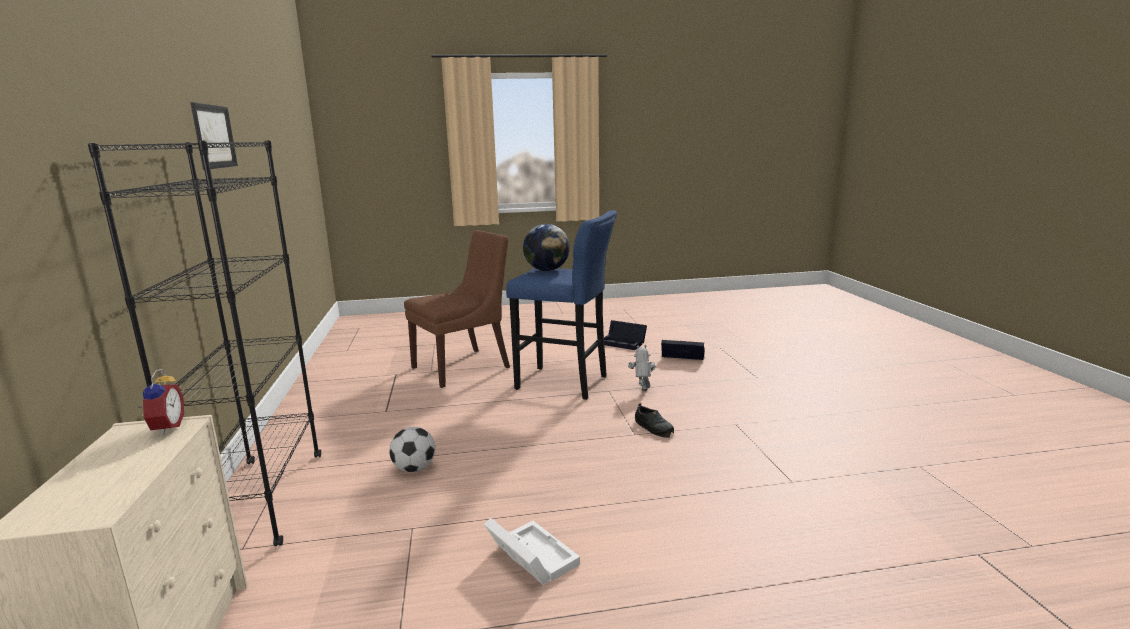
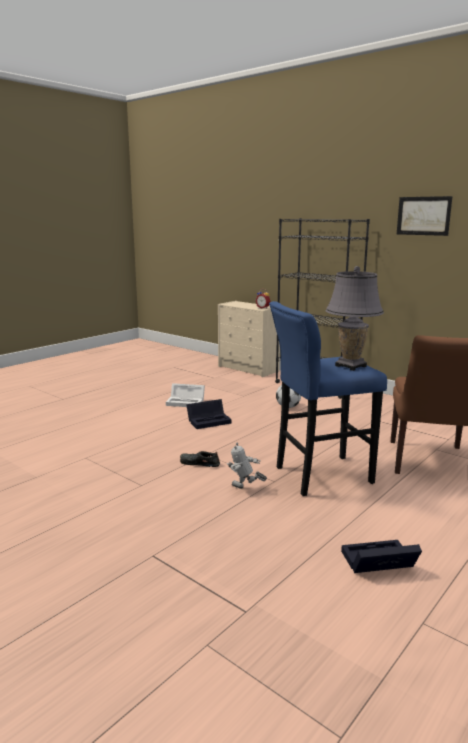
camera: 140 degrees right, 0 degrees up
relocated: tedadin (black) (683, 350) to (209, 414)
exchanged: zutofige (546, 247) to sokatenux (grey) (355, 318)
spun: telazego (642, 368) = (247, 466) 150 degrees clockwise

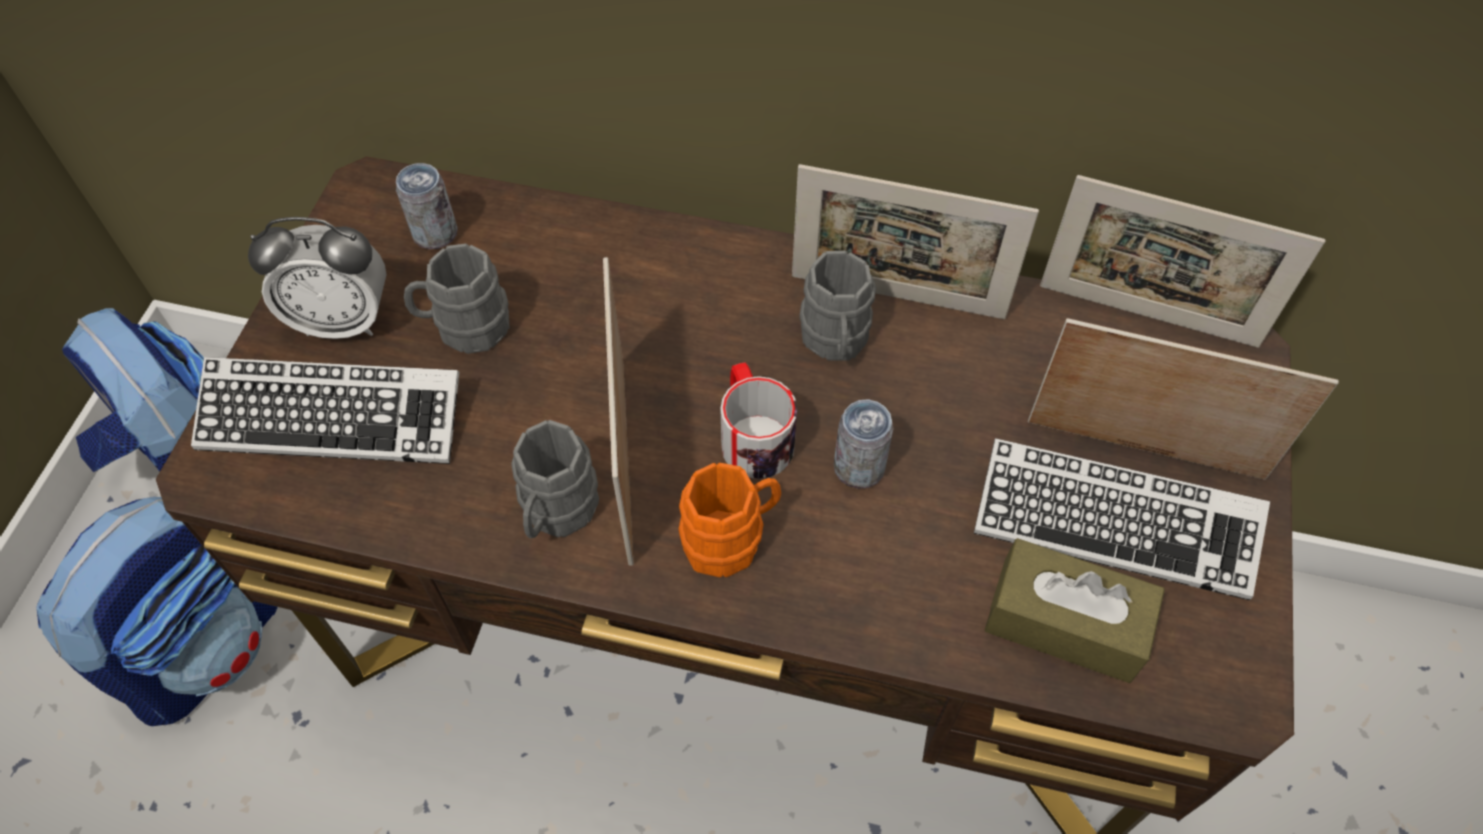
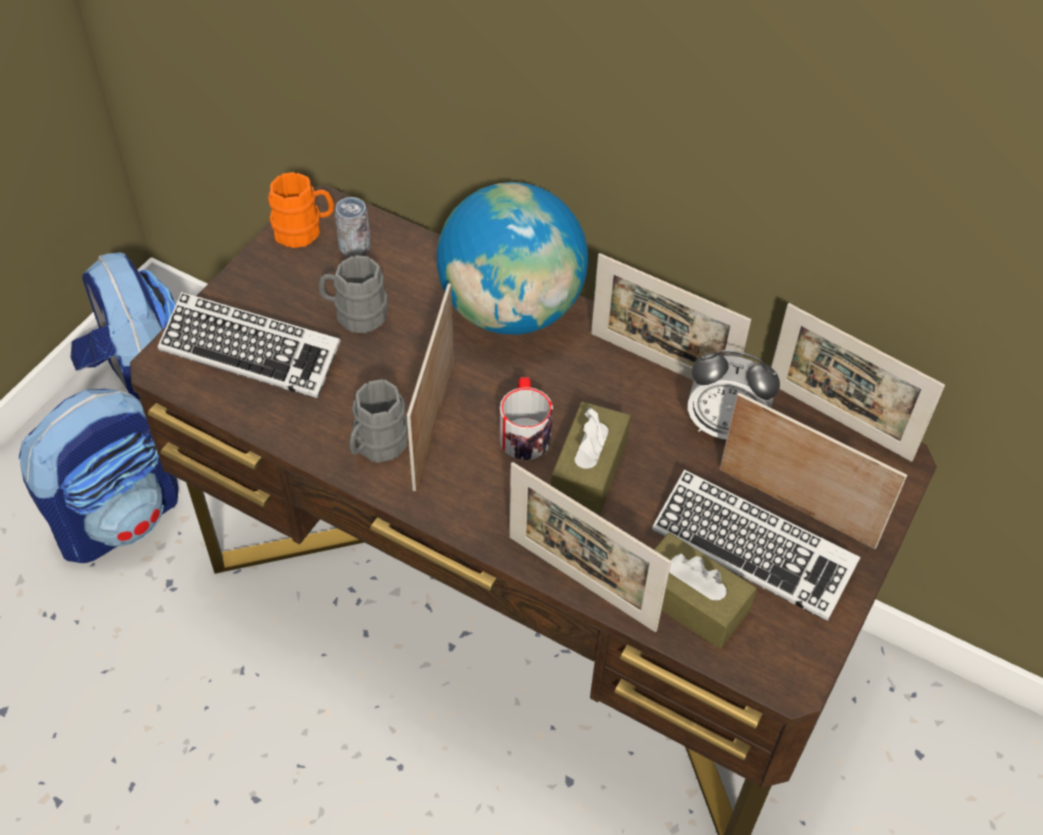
camera: 15 degrees right, 5 degrees down
missing: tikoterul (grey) (837, 306)
appeared: zutofige (512, 258); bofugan (590, 547)
relocated: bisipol (317, 278) to (734, 395); tikoterul (orange) (729, 520) to (301, 210)
exchanged: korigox (864, 444) to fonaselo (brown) (591, 458)

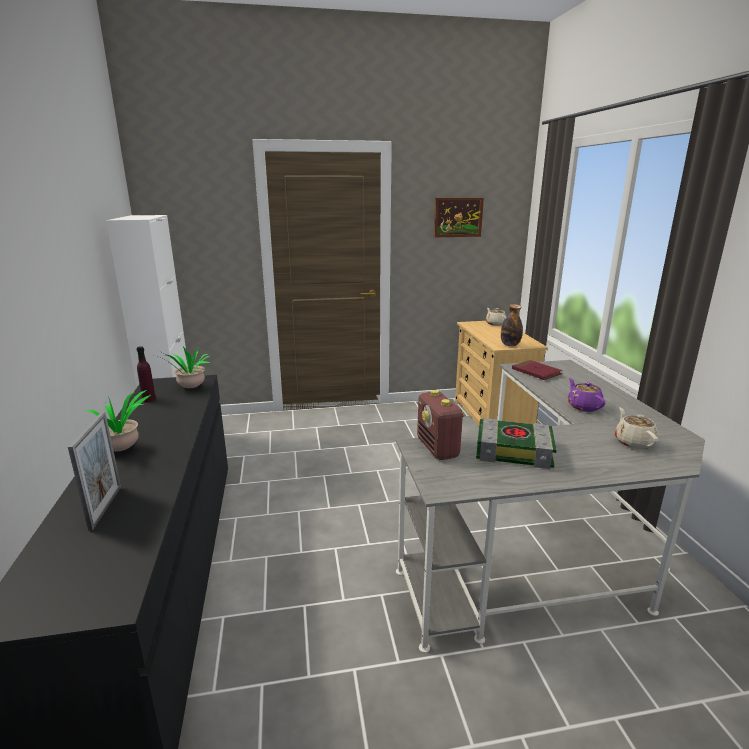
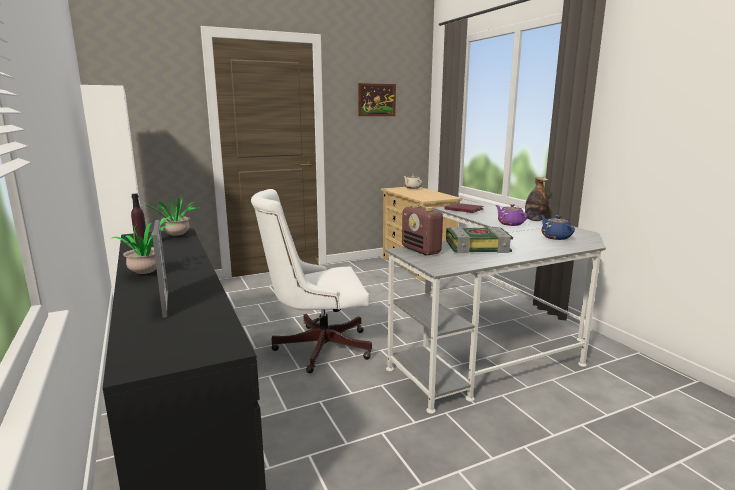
camera: 15 degrees left, 5 degrees down
appeared: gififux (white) (311, 281)
relocated: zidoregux (512, 325) to (537, 199)
colour: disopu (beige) (636, 428) to disopu (blue) (558, 227)

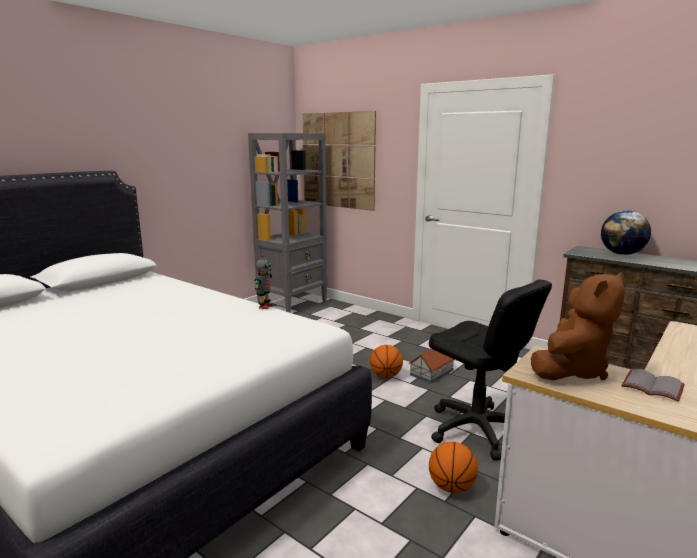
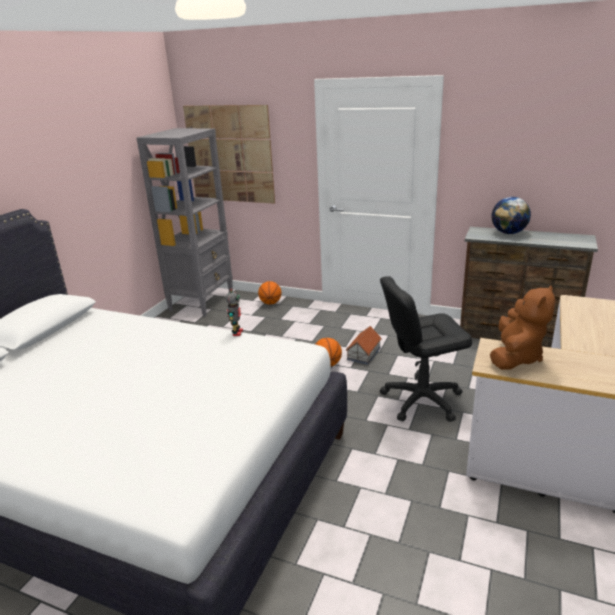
camera: 15 degrees left, 10 degrees up
missing: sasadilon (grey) (653, 385)
relocated: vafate (453, 467) to (270, 293)
spun: gififux (black) (490, 370) = (426, 349) 135 degrees clockwise

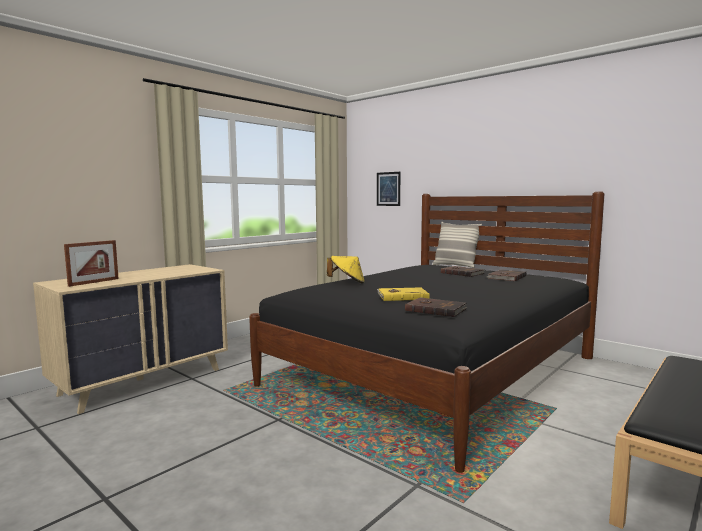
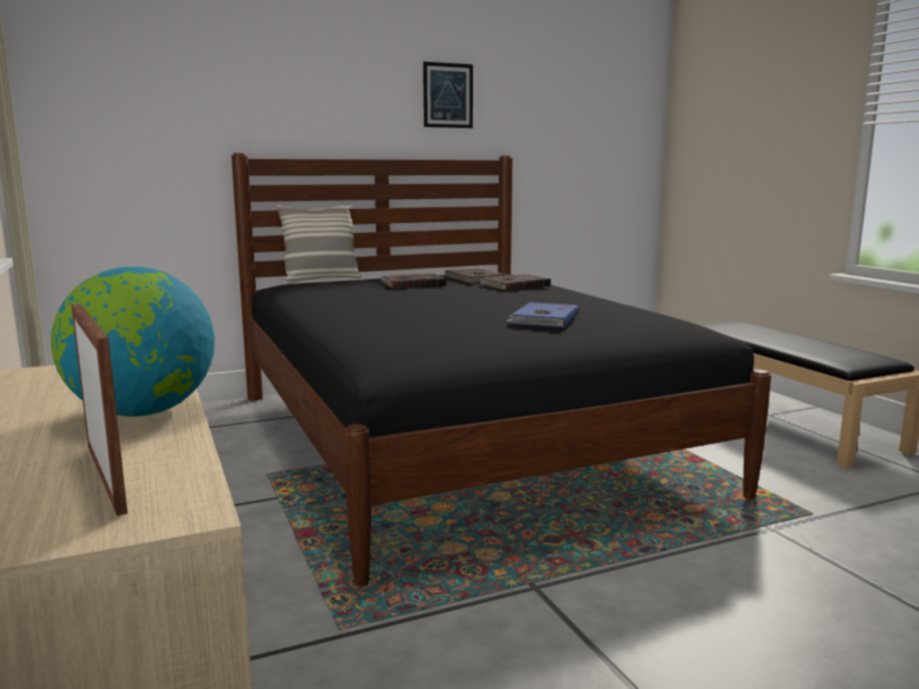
camera: 65 degrees left, 5 degrees up
missing: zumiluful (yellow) (346, 270)
appeared: zutofige (133, 342)
relocated: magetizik (388, 189) to (448, 95); sasadilon (brown) (436, 307) to (515, 282)
colour: sasadilon (yellow) (403, 294) to sasadilon (blue) (542, 315)

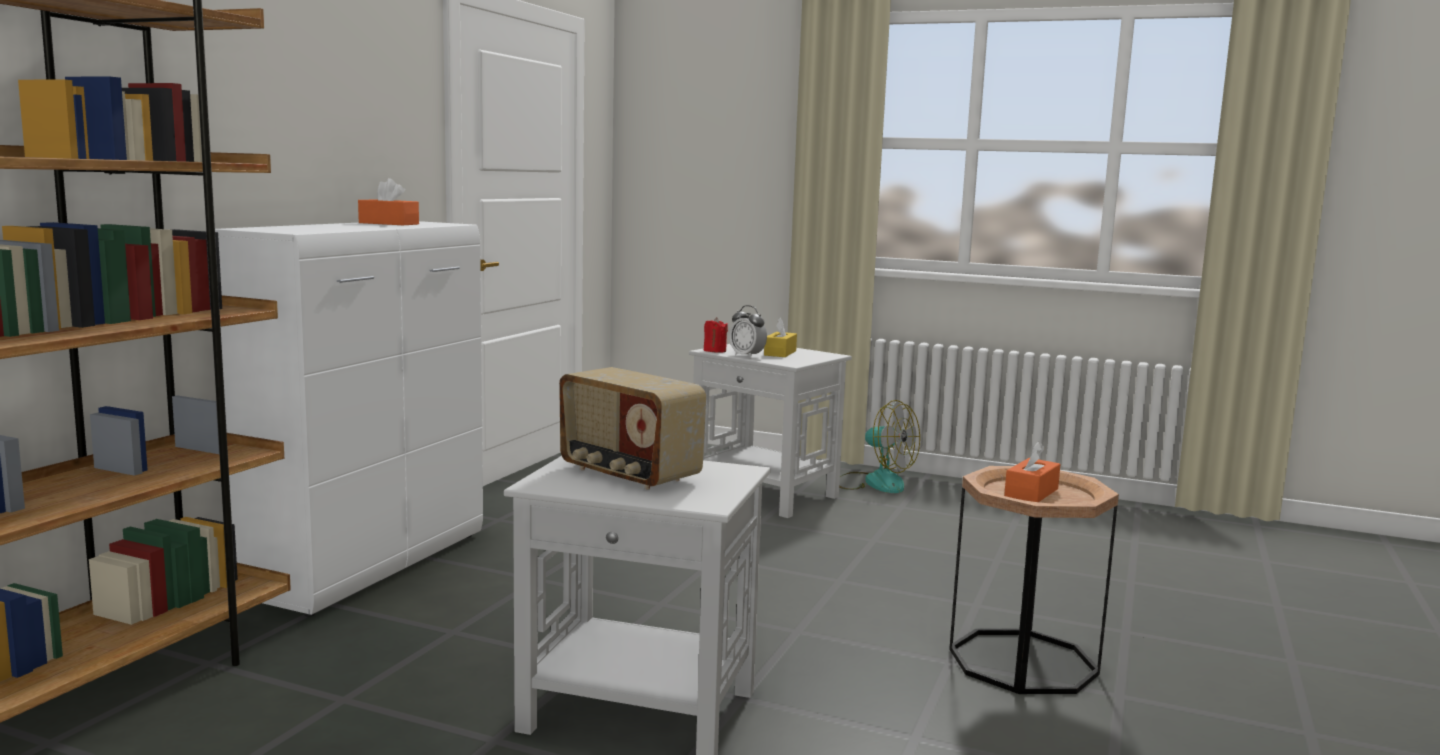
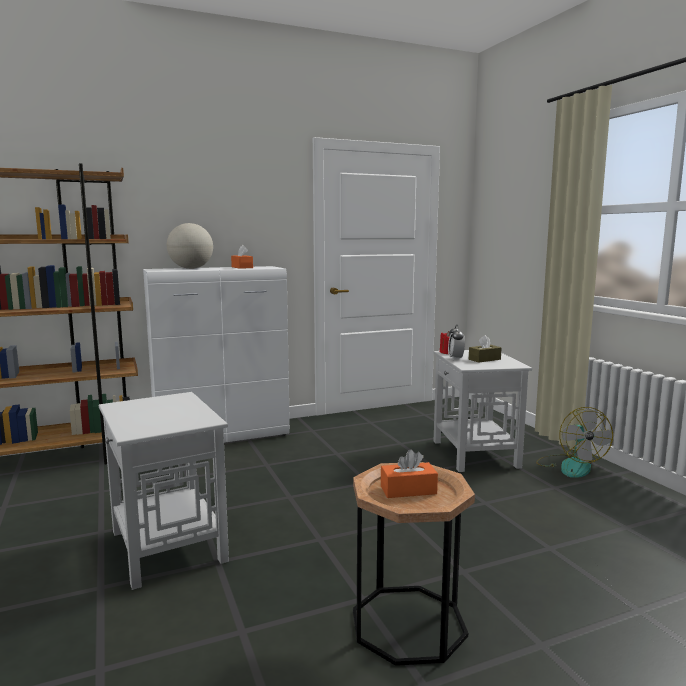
camera: 45 degrees right, 0 degrees up
missing: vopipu (632, 428)
appeared: zutofige (190, 246)
colour: fonaselo (yellow) (780, 337) to fonaselo (brown) (485, 349)

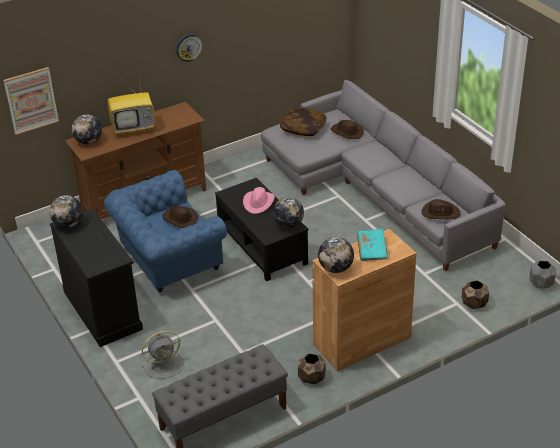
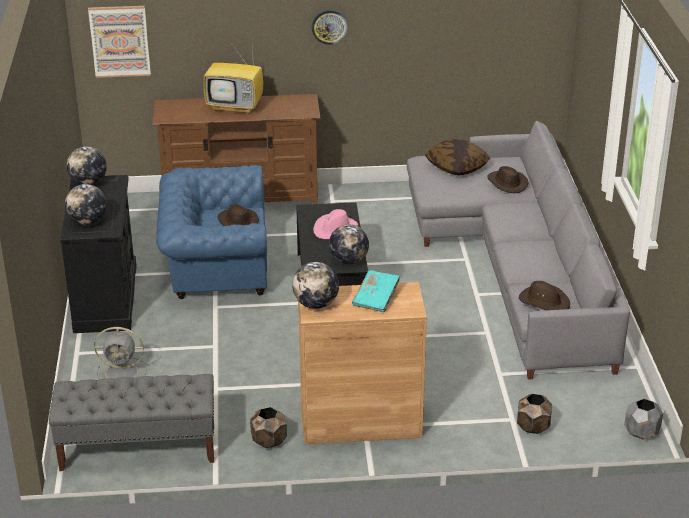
camera: 25 degrees right, 5 degrees down
relocated: zutofige (87, 129) to (86, 204)

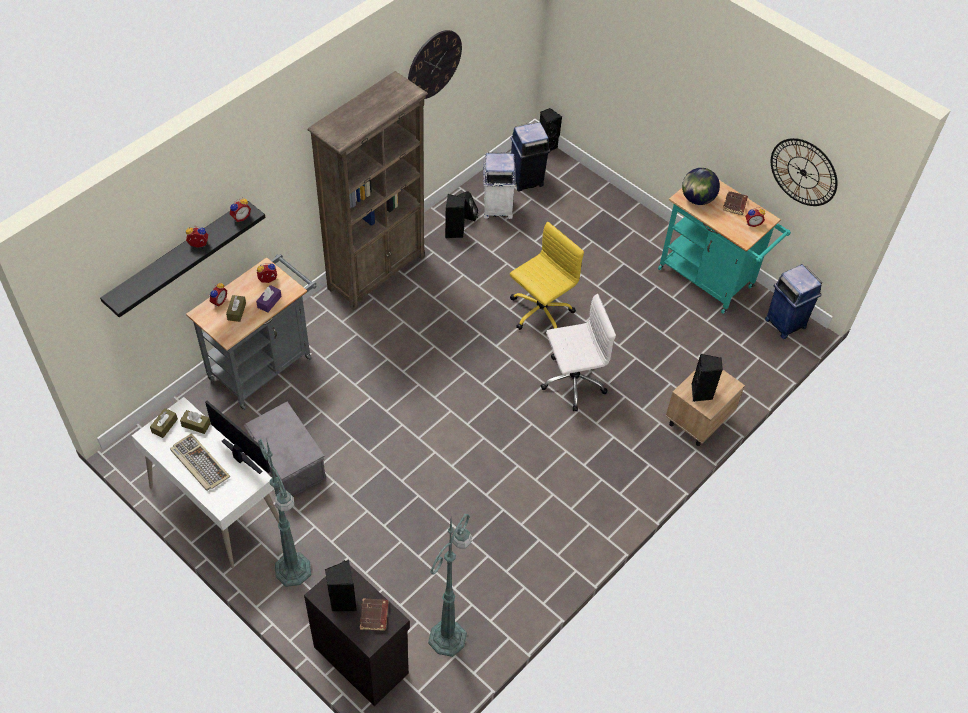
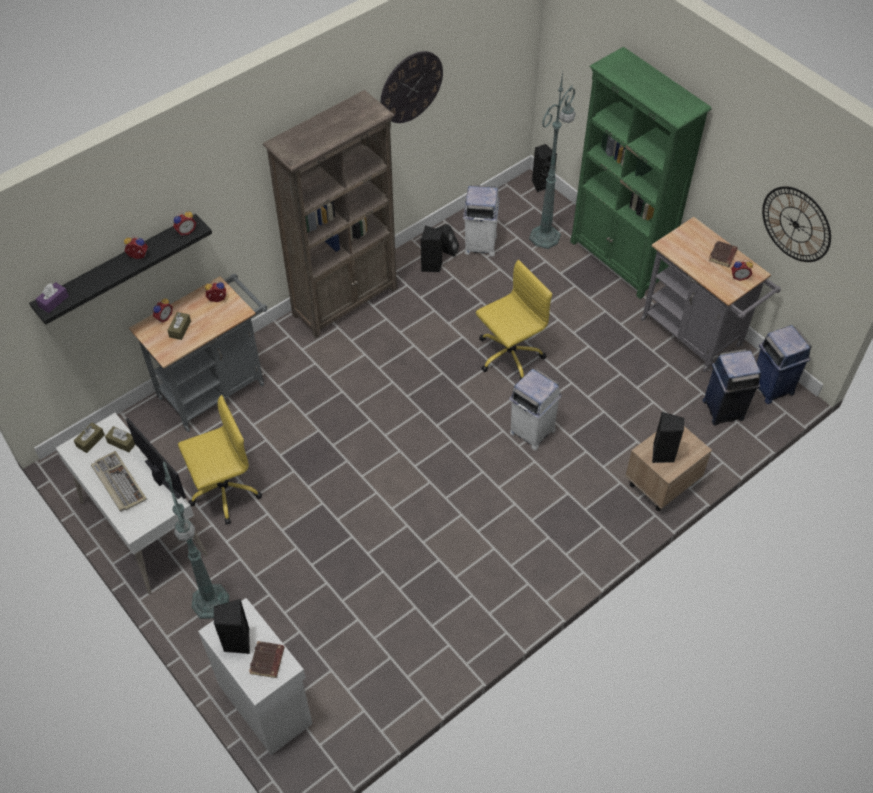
camera: 10 degrees right, 0 degrees up
missing: zutofige (701, 186)
appeared: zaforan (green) (641, 173)
relocated: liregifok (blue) (530, 157) to (732, 387); fonaselo (purple) (269, 299) to (52, 297); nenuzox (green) (450, 585) to (552, 160)
exchanged: gififux (white) (578, 352) to liregifok (white) (535, 410); tedadin (grey) (285, 449) to gififux (yellow) (220, 460)
colour: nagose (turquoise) (724, 247) to nagose (grey) (711, 294); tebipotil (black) (357, 633) to tebipotil (white) (255, 676)

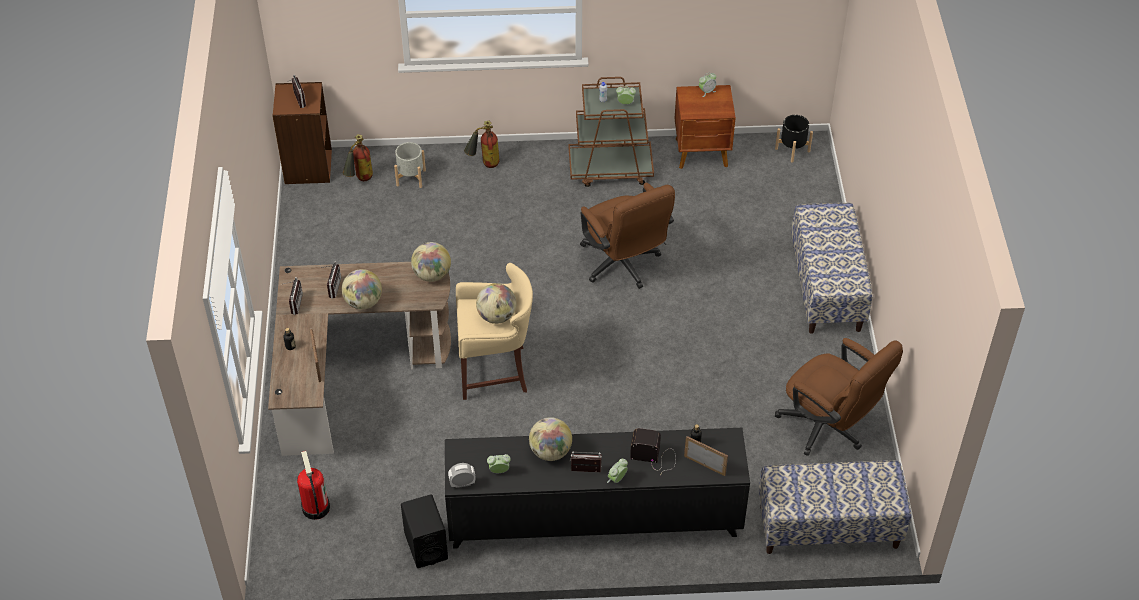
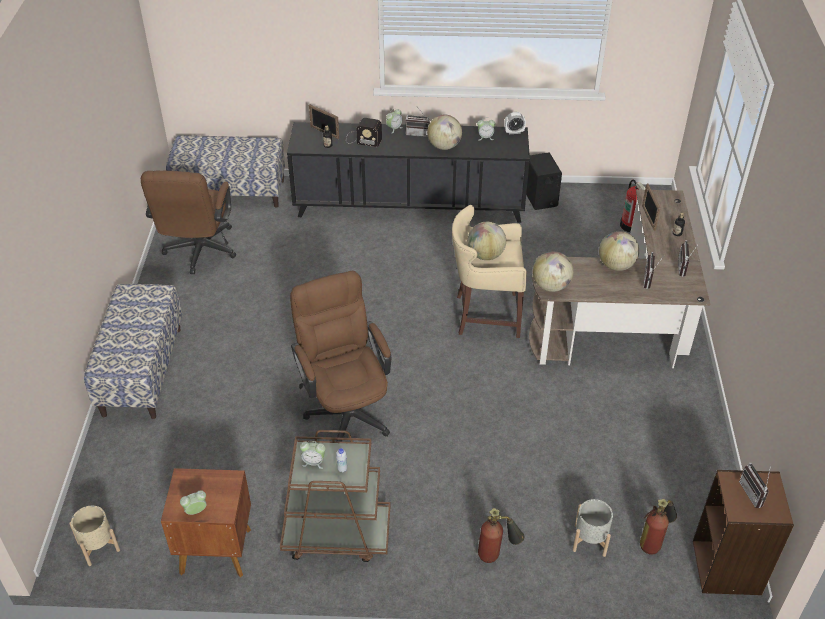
camera: 175 degrees left, 5 degrees down
colour: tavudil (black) (794, 138) to tavudil (beige) (94, 536)
spun: gififux (brown) (839, 397) = (188, 222) 135 degrees counterclockwise

